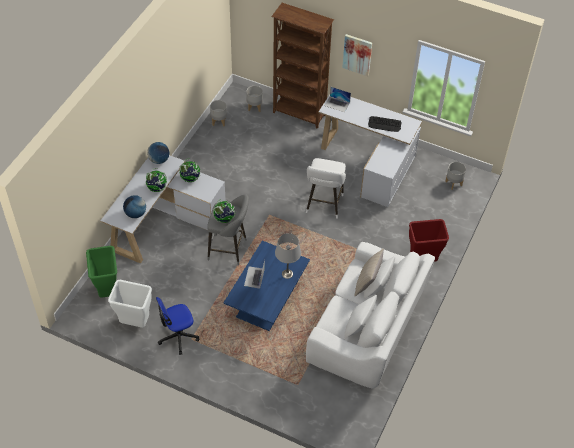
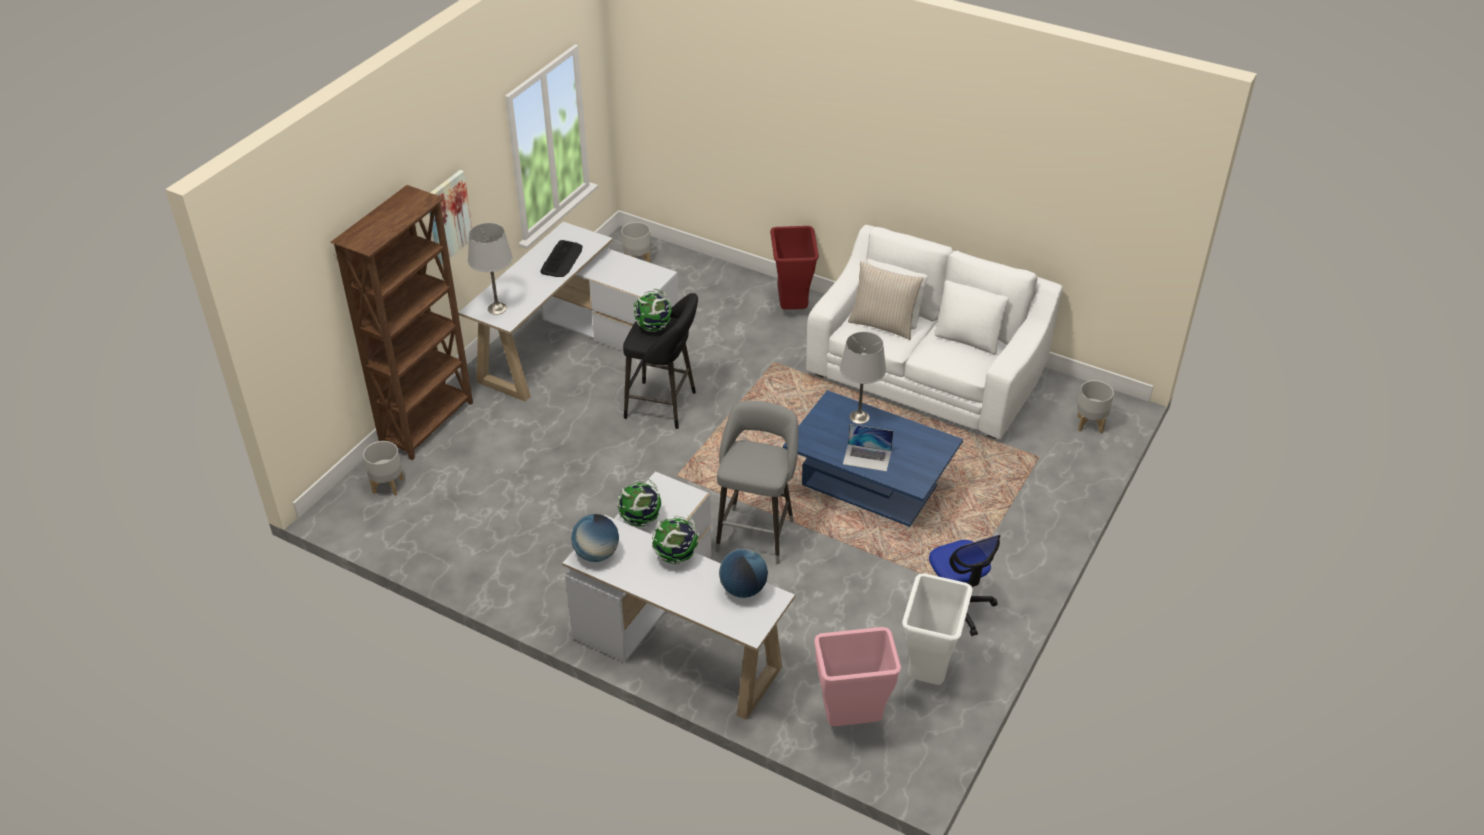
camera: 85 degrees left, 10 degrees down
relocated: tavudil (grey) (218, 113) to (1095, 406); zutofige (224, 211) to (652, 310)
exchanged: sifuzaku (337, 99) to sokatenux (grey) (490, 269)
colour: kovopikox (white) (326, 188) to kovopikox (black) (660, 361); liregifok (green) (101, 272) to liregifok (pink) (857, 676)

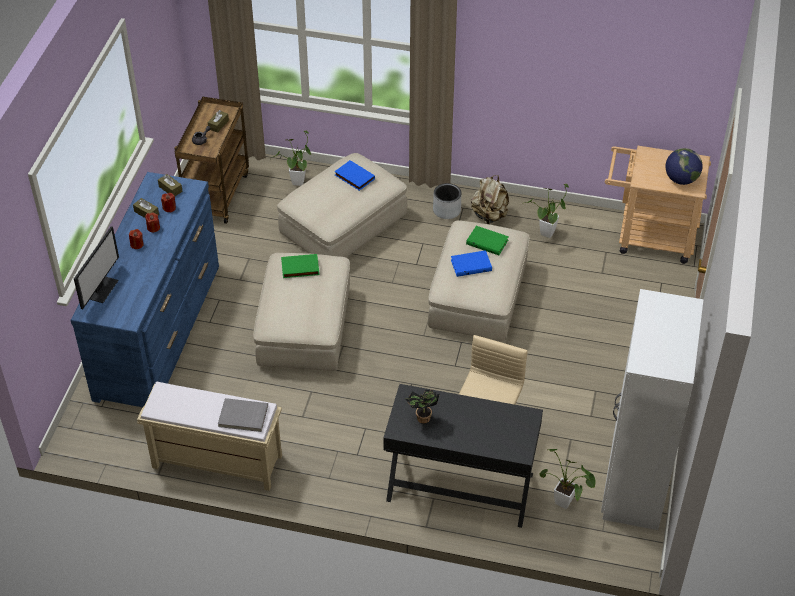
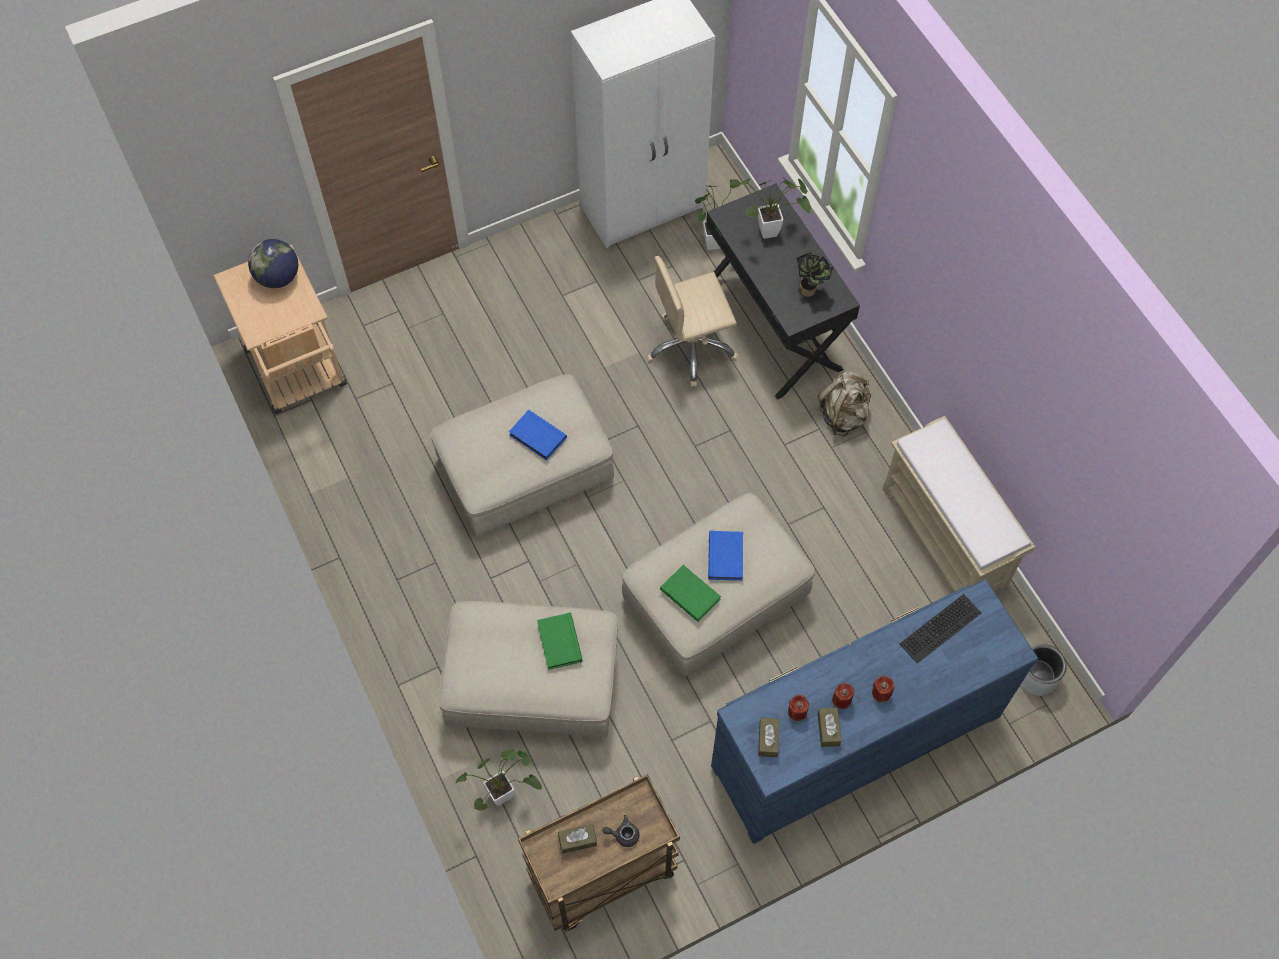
camera: 130 degrees left, 15 degrees up
missing: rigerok (96, 267); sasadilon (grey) (243, 415)
appeared: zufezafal (940, 628)
relocated: sasadilon (blue) (354, 175) to (725, 556); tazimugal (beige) (490, 199) to (844, 403); tavudil (grey) (447, 201) to (1043, 670); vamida (545, 211) to (774, 208); sasadilon (green) (487, 240) to (560, 641)

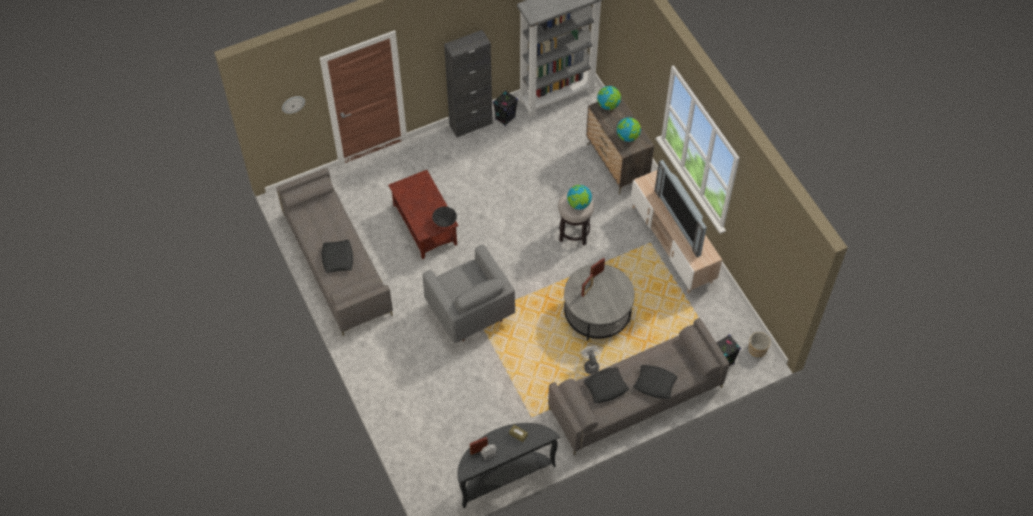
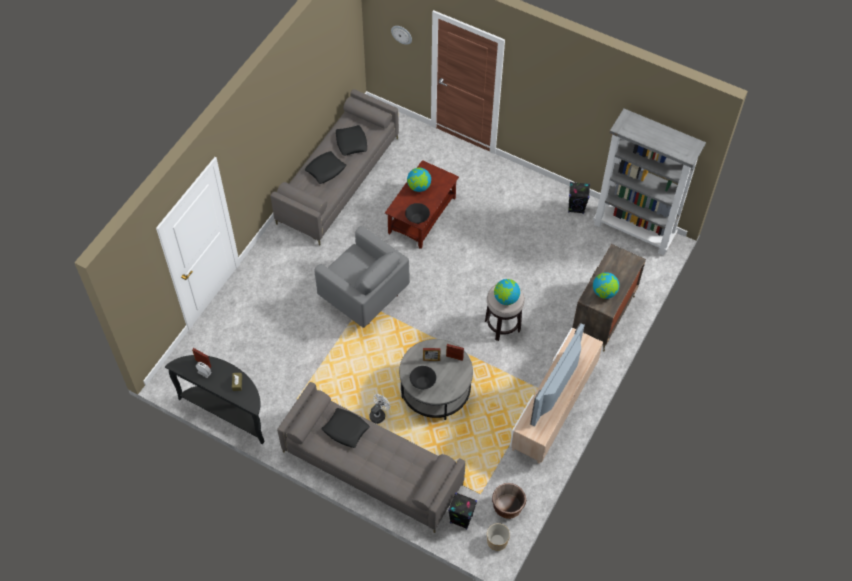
camera: 55 degrees right, 0 degrees up
missing: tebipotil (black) (468, 84)
appeared: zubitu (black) (423, 377); tavudil (brown) (509, 501)
relocated: zutofige (609, 98) to (419, 180); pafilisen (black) (655, 382) to (351, 140)
spun: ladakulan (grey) (468, 294) = (362, 277) 75 degrees counterclockwise

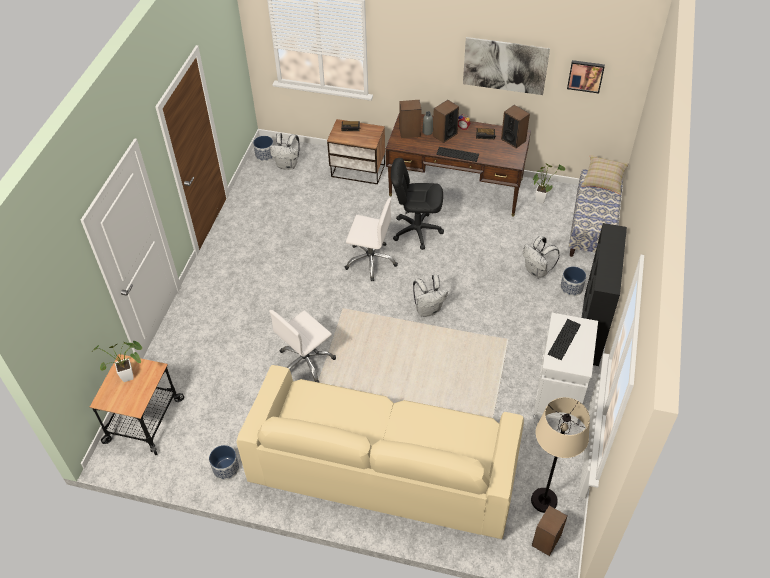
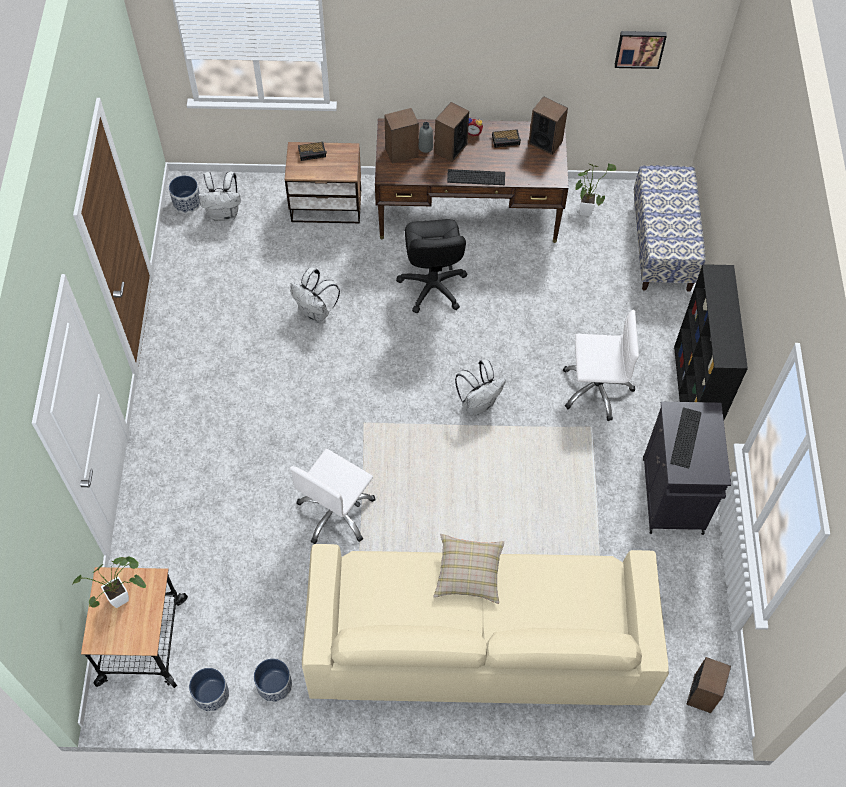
camera: 15 degrees left, 10 degrees up
missing: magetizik (506, 66); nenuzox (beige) (560, 455)
relocated: pafilisen (beige) (605, 175) to (468, 569); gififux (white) (371, 239) to (601, 365); tazimugal (white) (541, 257) to (315, 295); tavudil (573, 281) to (209, 690)
colour: tebipotil (white) (565, 370) to tebipotil (black) (687, 468)
spun: gififux (black) (417, 204) = (431, 266) 90 degrees counterclockwise

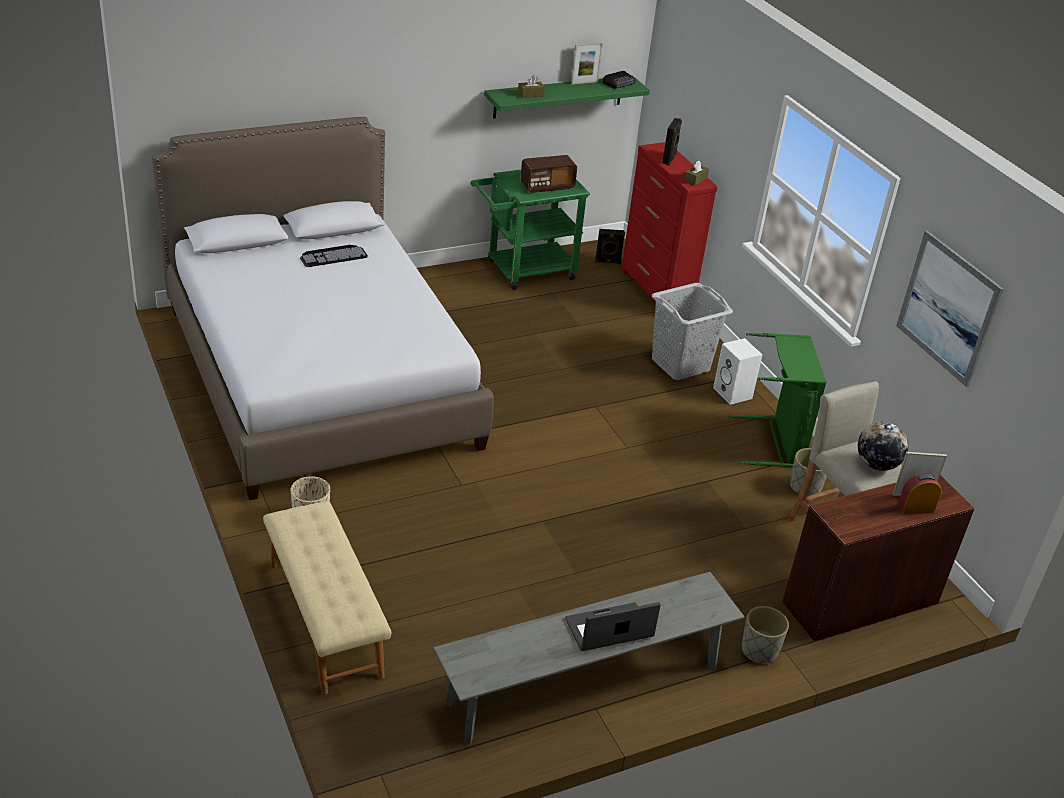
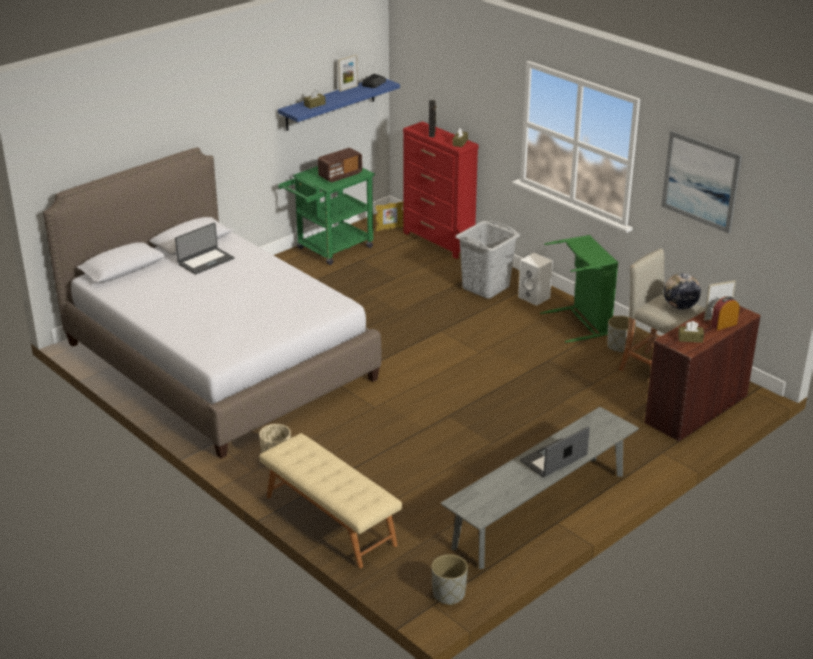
camera: 15 degrees left, 5 degrees down
appeared: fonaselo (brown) (691, 332)
relocated: tavudil (grey) (765, 635) to (449, 579)
exchanged: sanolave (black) (610, 246) to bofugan (389, 216); zufezafal (334, 256) to sifuzaku (204, 248)
colour: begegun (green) (567, 97) to begegun (blue) (339, 105)

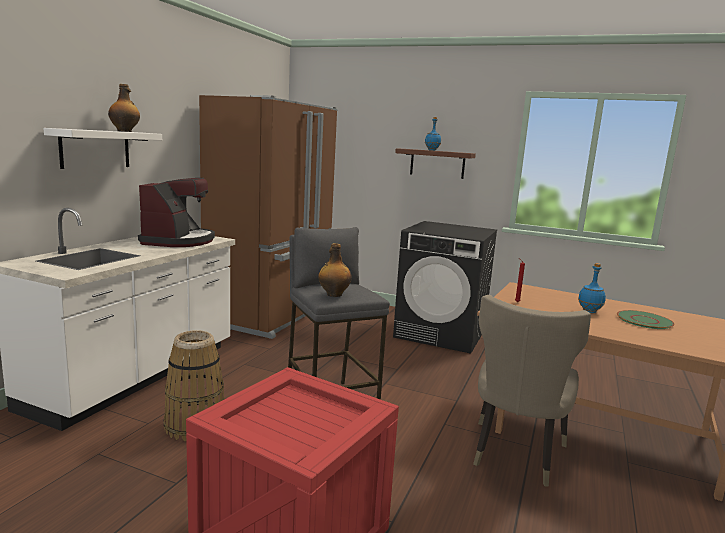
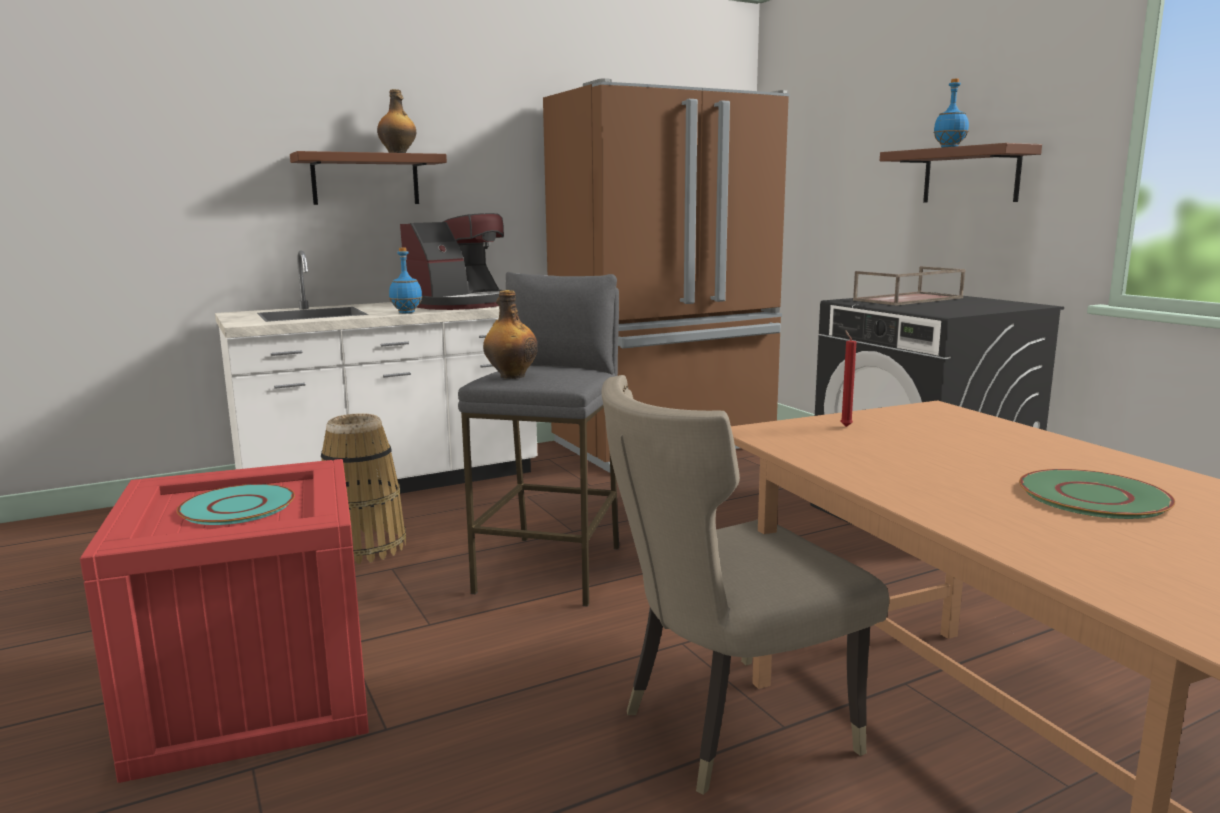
camera: 40 degrees right, 0 degrees up
appeared: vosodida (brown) (909, 286); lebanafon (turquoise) (236, 504)
relocated: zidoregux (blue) (592, 288) to (405, 281)
colour: begegun (white) (102, 148) to begegun (brown) (368, 178)

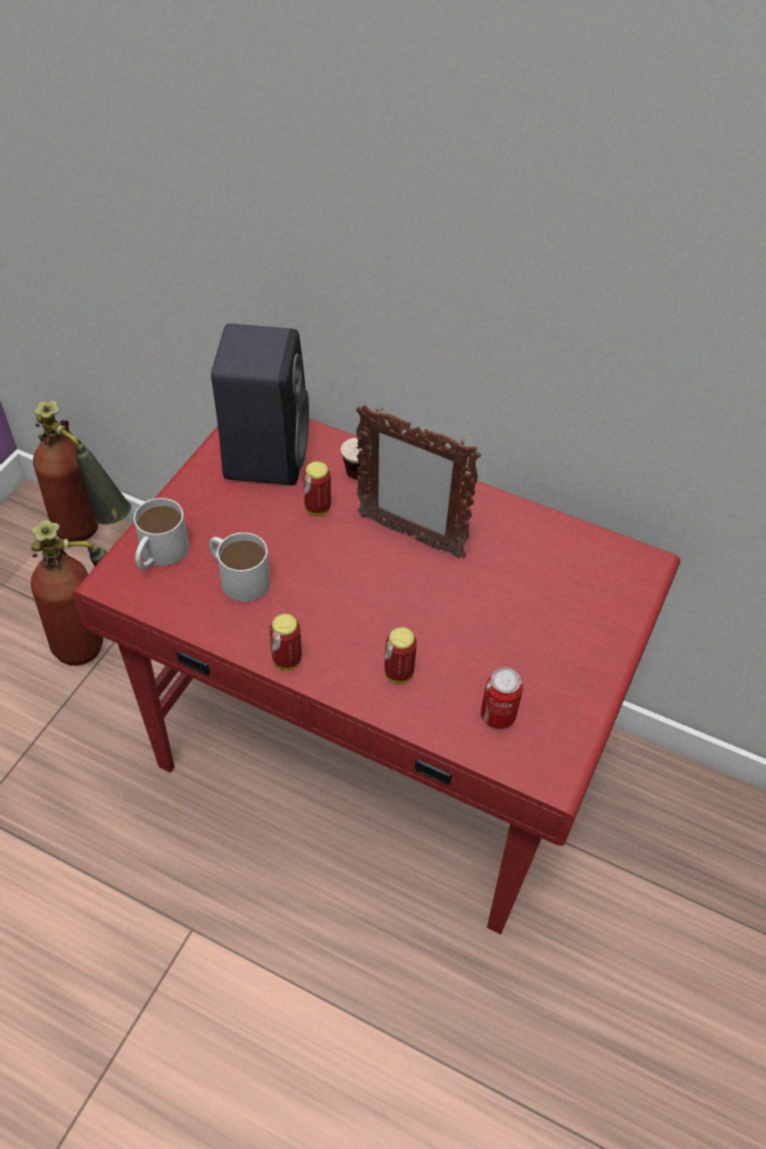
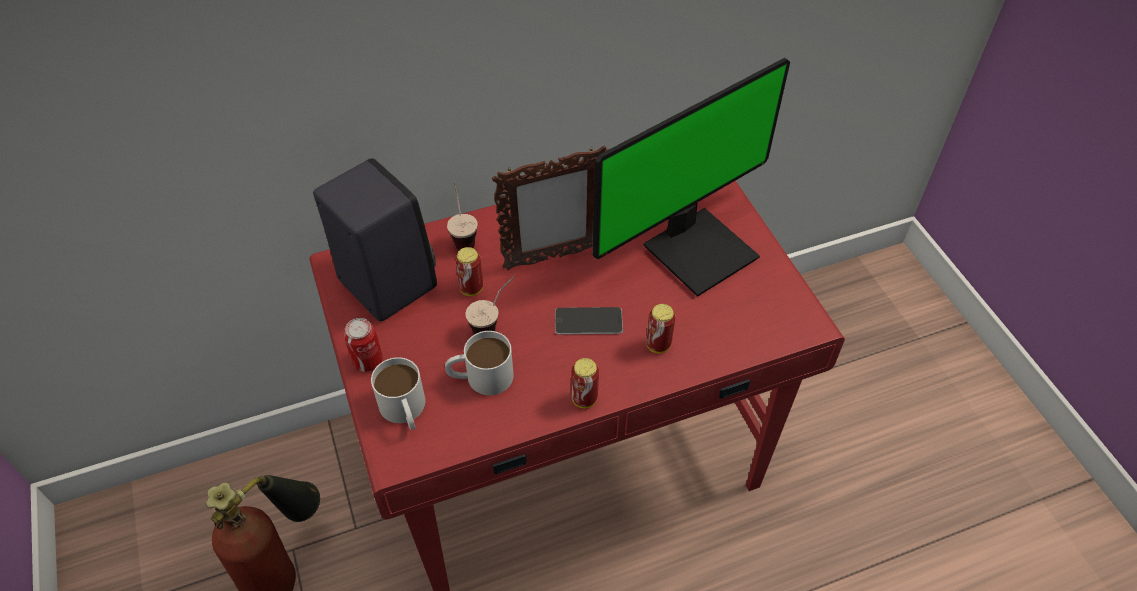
camera: 45 degrees left, 0 degrees up
missing: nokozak (82, 471)
appeared: rigerok (691, 177); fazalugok (490, 305); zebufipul (589, 320)
relocated: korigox (502, 698) to (363, 345)

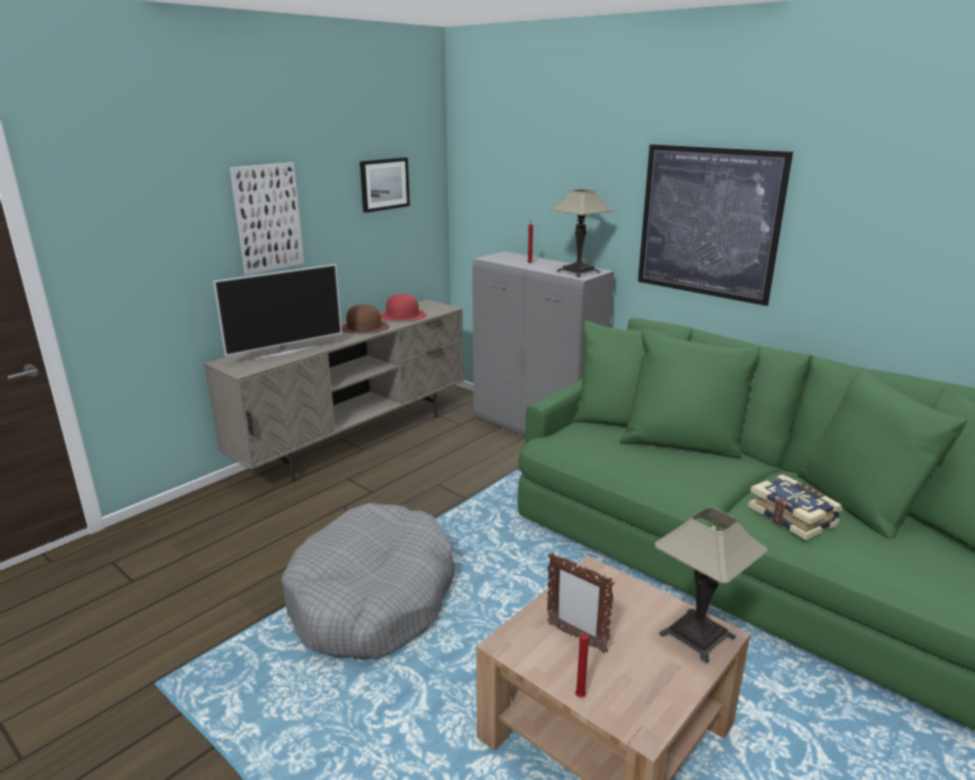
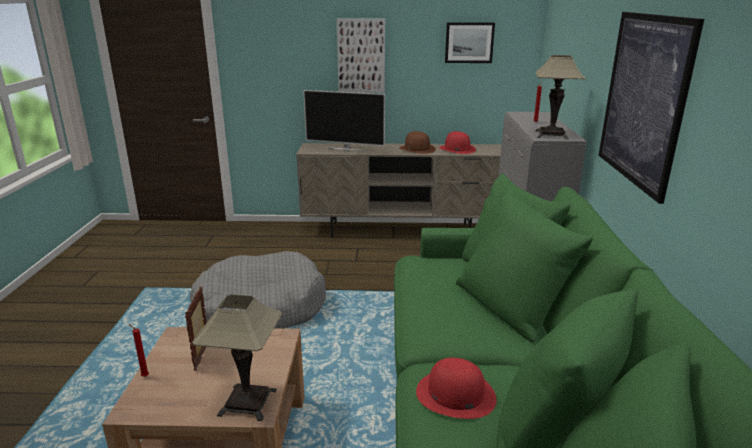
camera: 50 degrees right, 0 degrees up
exchanged: sasadilon (795, 507) to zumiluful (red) (456, 388)

